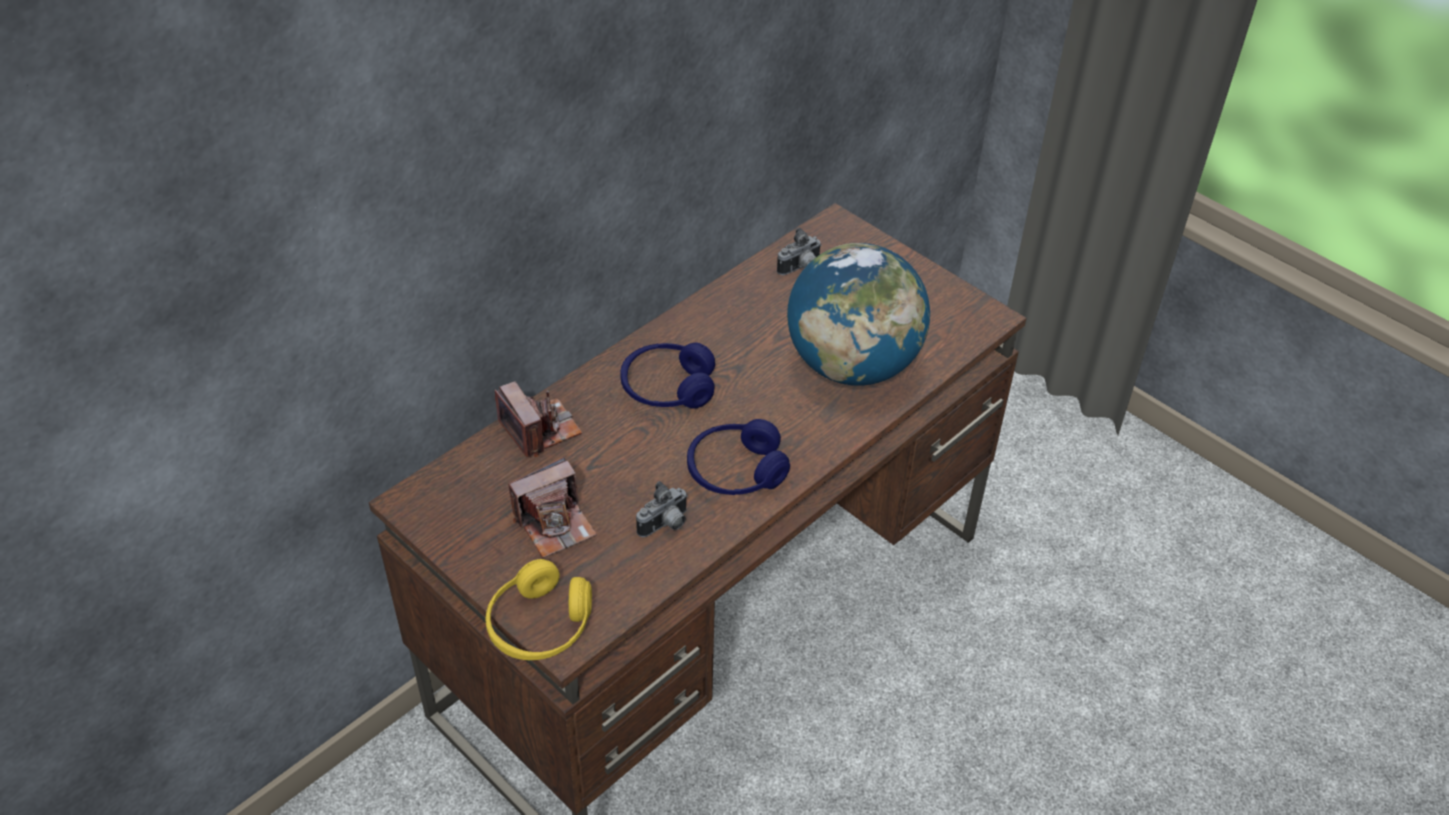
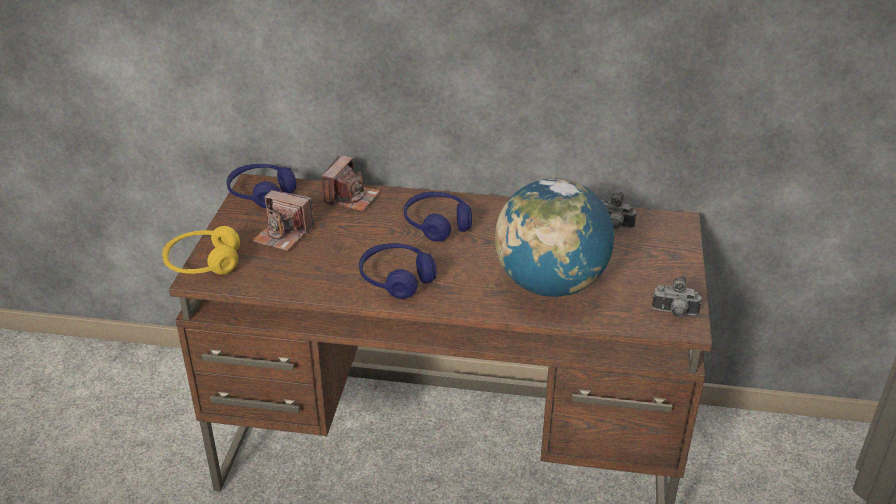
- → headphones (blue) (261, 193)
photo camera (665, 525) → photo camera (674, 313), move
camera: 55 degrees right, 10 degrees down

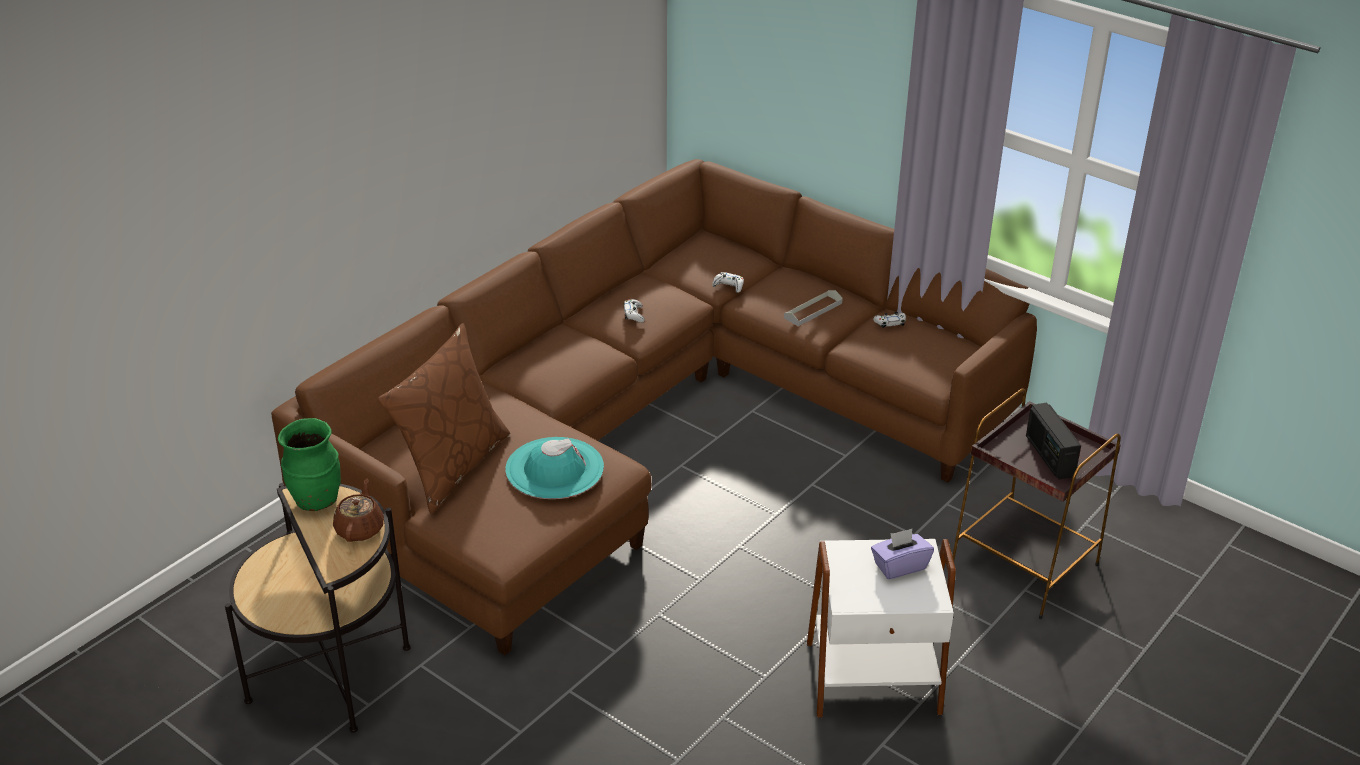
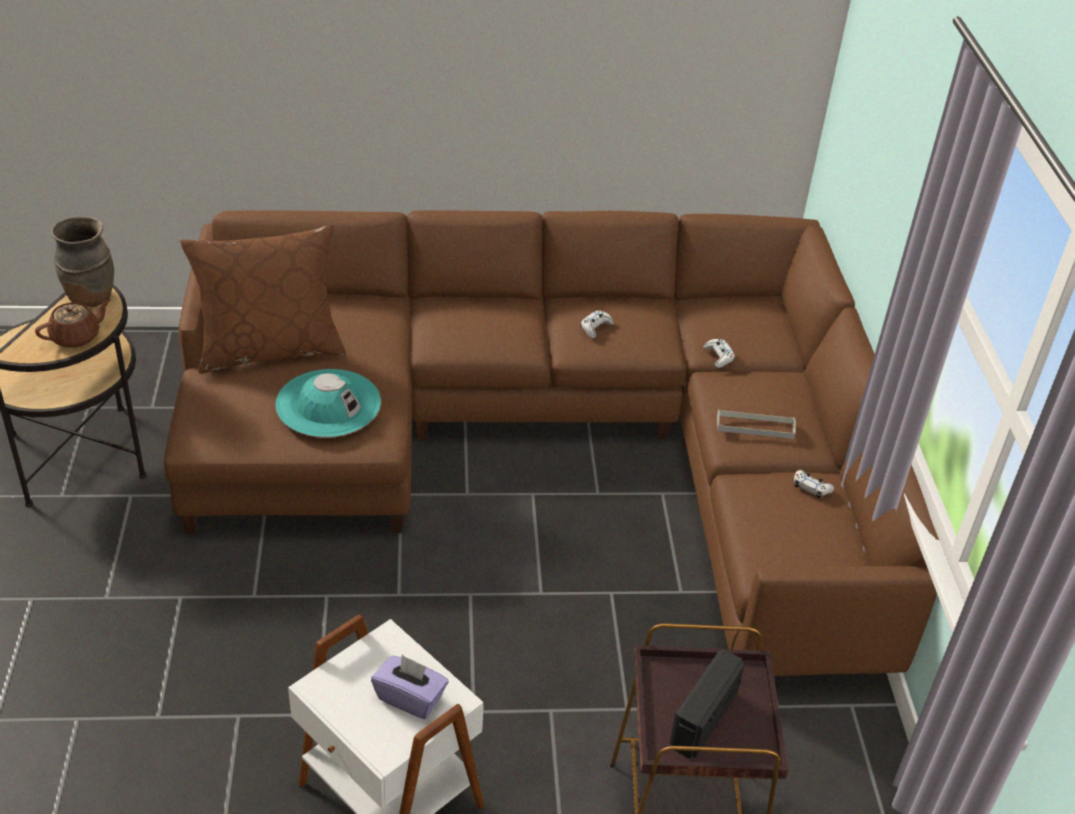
vase (green) (316, 500) → vase (brown) (90, 297)
camera: 45 degrees right, 5 degrees up

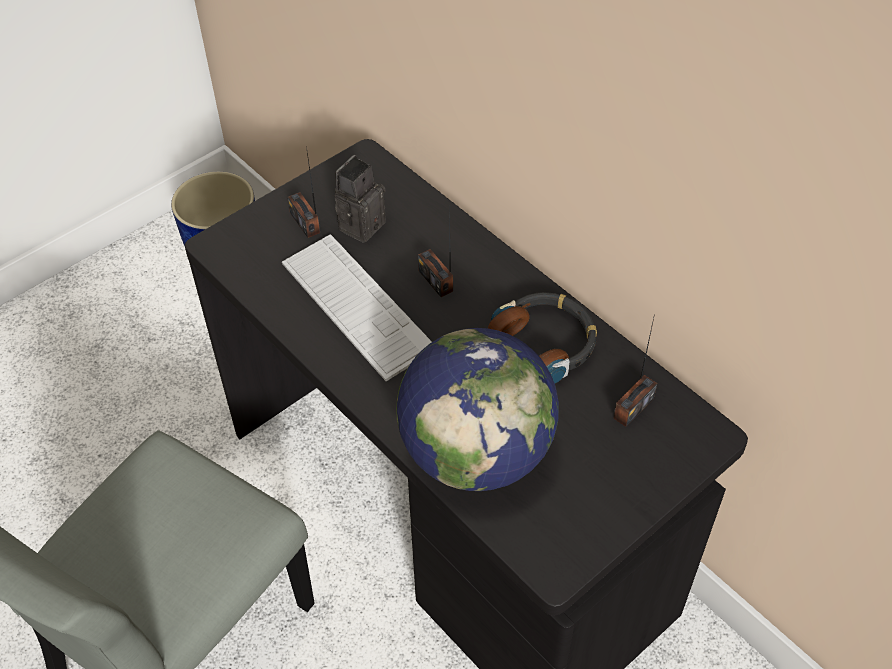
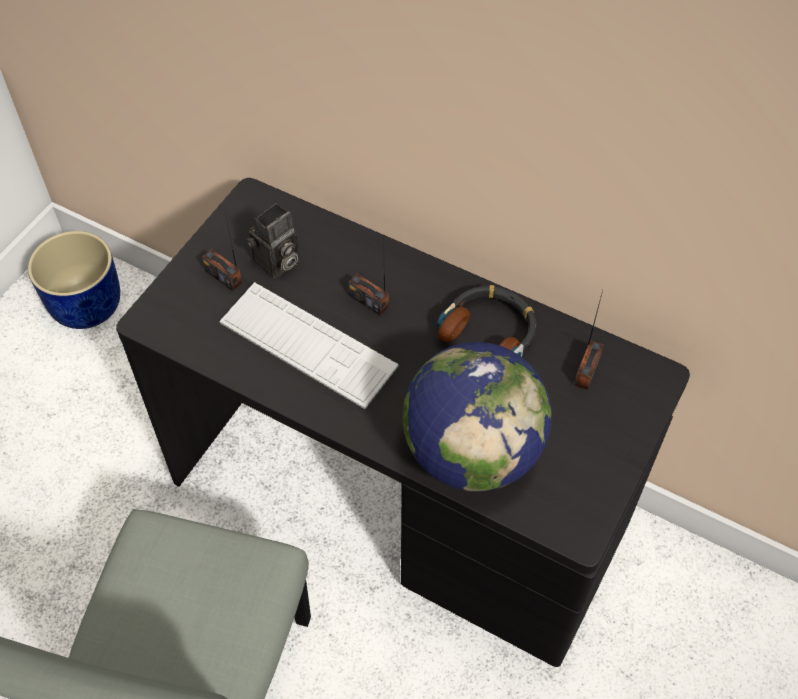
photo camera (361, 223) → photo camera (276, 264), 150 degrees counterclockwise
camera: 20 degrees left, 5 degrees up

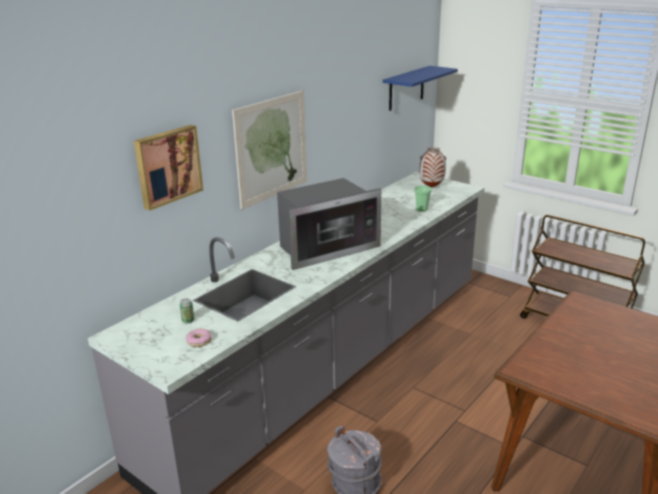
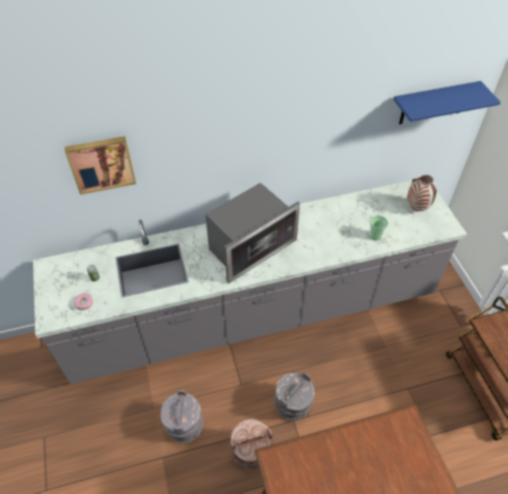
picture (272, 148) → -
- → bucket (brown) (251, 452)
- → bucket (grey) (293, 404)
microwave (325, 248) → microwave (249, 247), 45 degrees counterclockwise
camera: 35 degrees right, 25 degrees up

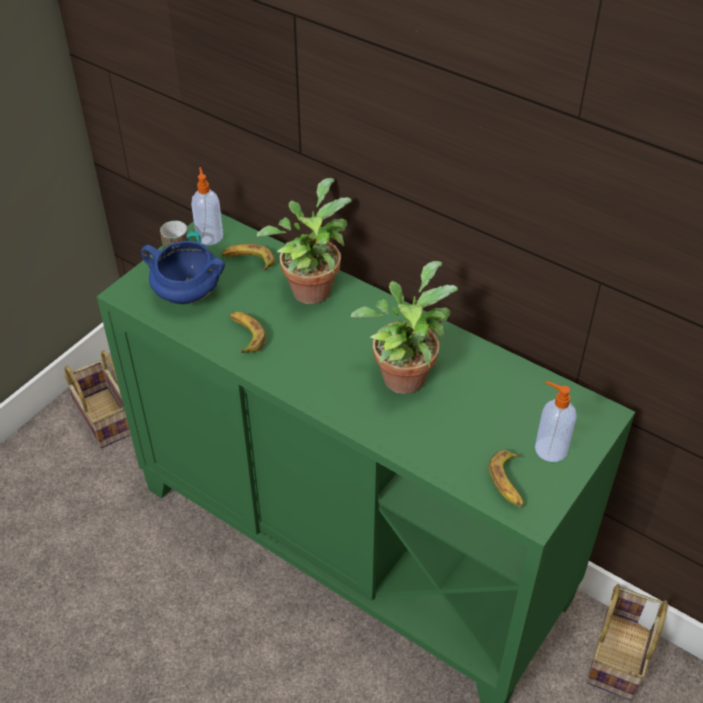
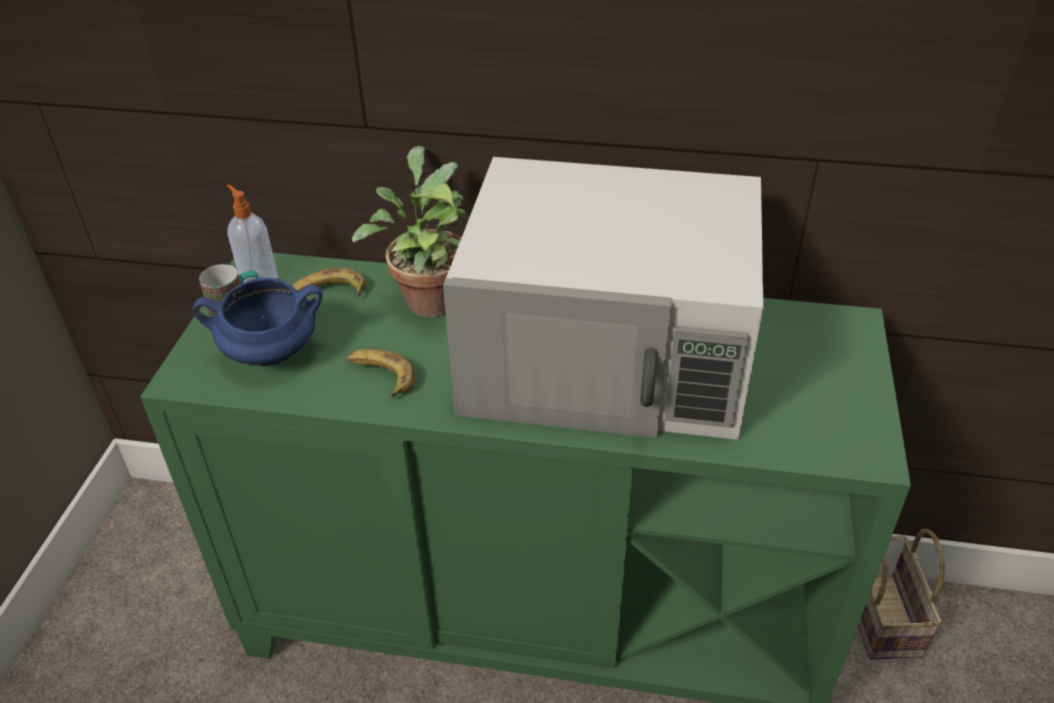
basket (102, 417) → -
banana (509, 483) → -
soap dispenser (549, 449) → -
potted plant (404, 374) → microwave (white) (608, 355)
camera: 25 degrees left, 5 degrees down

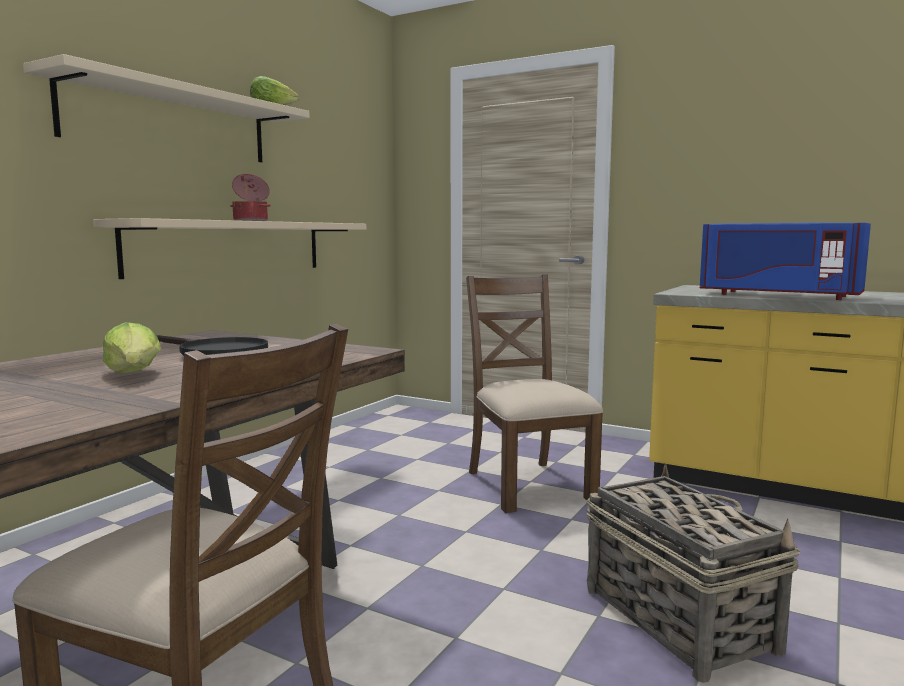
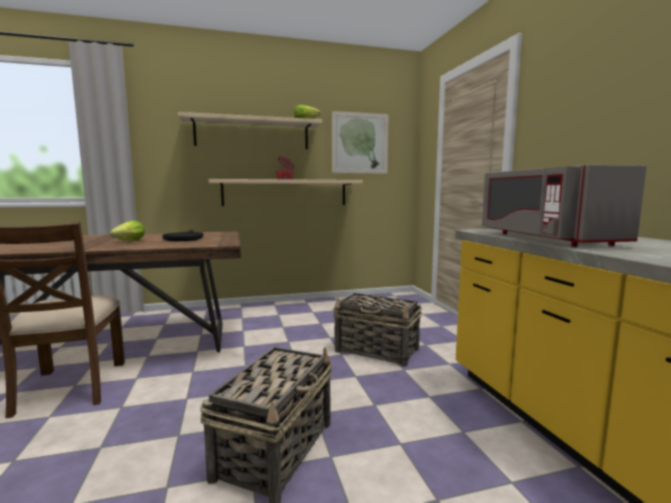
- → picture (360, 143)
chair (brown) (527, 485) → basket (377, 350)
microwave (blue) (777, 295) → microwave (grey) (544, 238)
camera: 45 degrees right, 0 degrees up

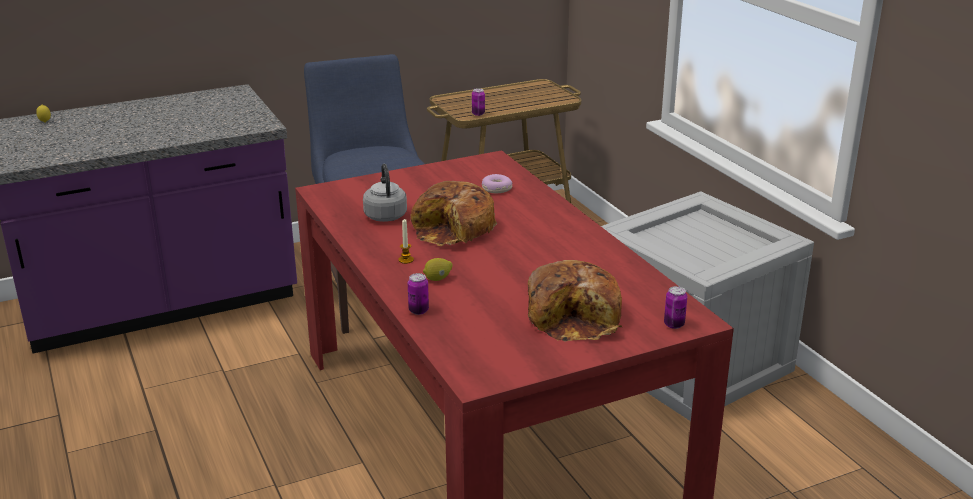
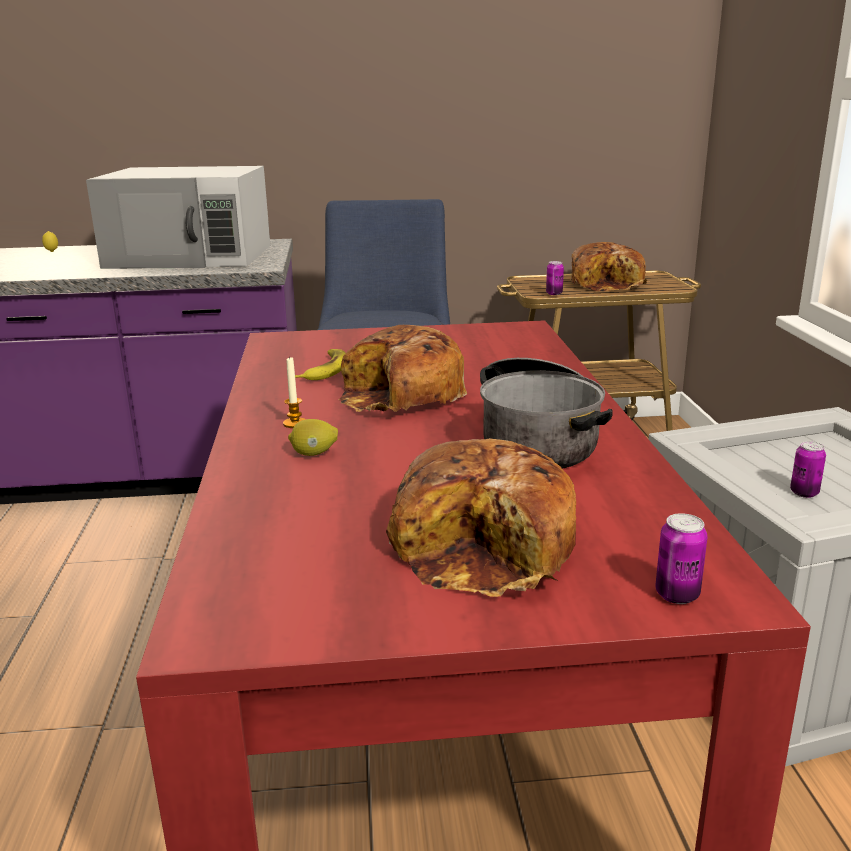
donut (496, 189) → -
- → microwave (white) (191, 256)
- → cooking pot (538, 439)
- → bread (608, 283)
can (418, 310) → can (804, 493), move
kettle (grey) (385, 215) → banana (325, 370)
camera: 20 degrees right, 5 degrees down

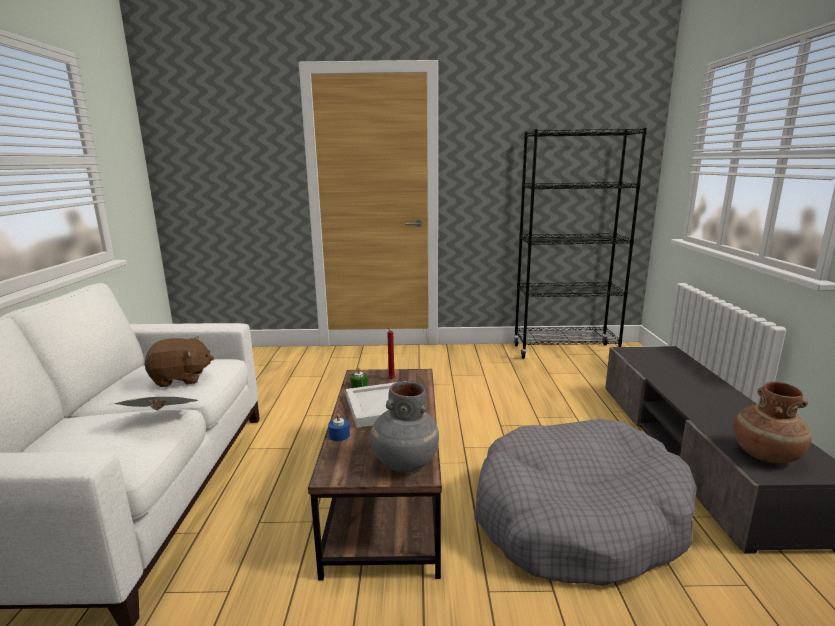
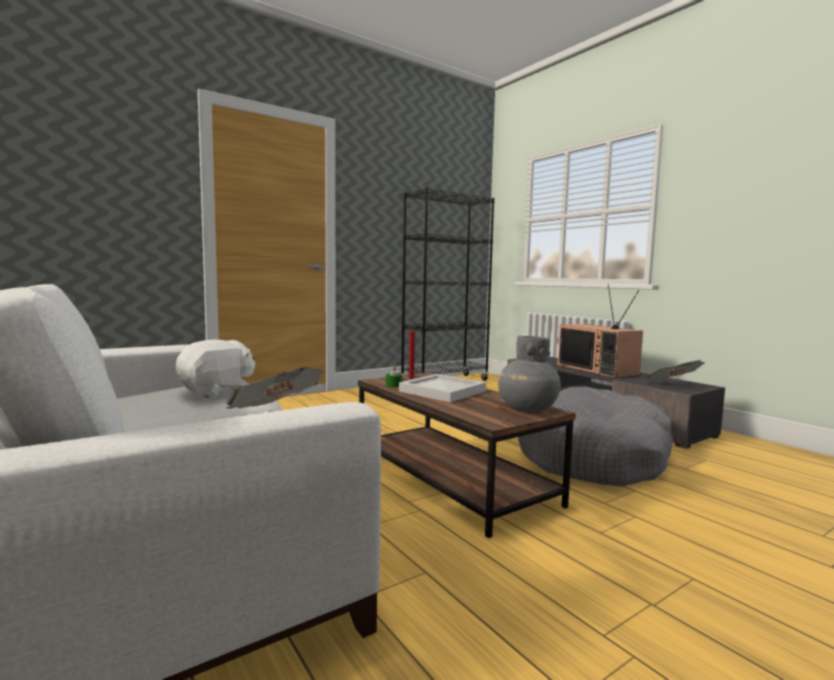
candle (blue) (339, 435) → -
- → television (598, 370)
vase (brown) (765, 454) → newspaper (671, 385)
plush toy (brown) (181, 379) → plush toy (white) (218, 391)
camera: 35 degrees left, 10 degrees down

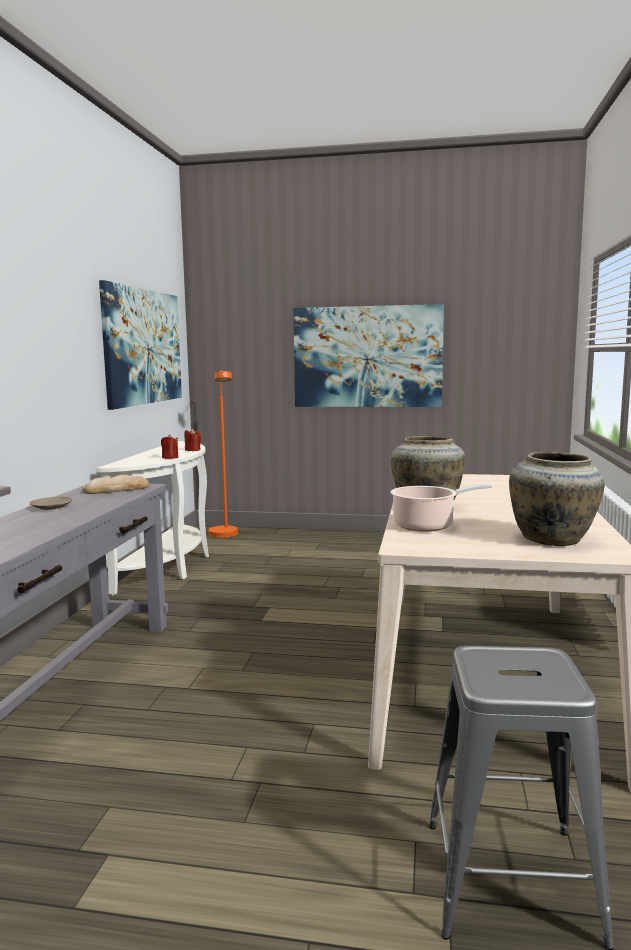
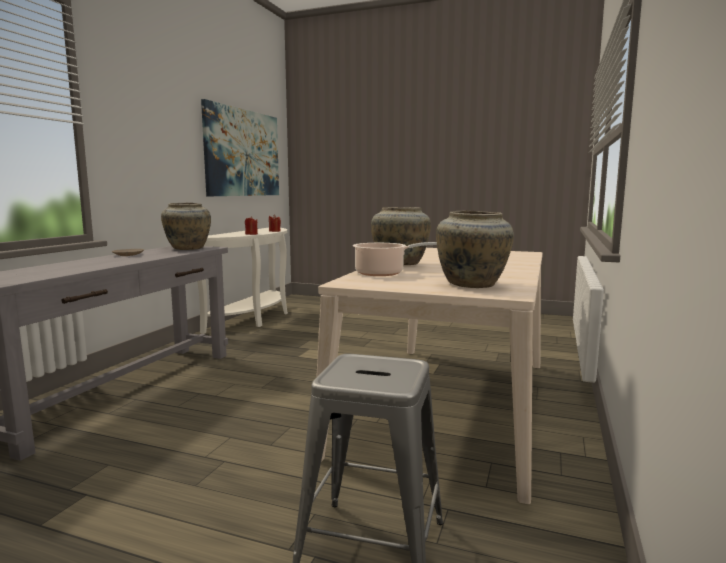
floor lamp (orange) (225, 536) → -
picture (367, 357) → -
bread (116, 489) → vase (beige) (187, 248)
camera: 10 degrees right, 0 degrees up

